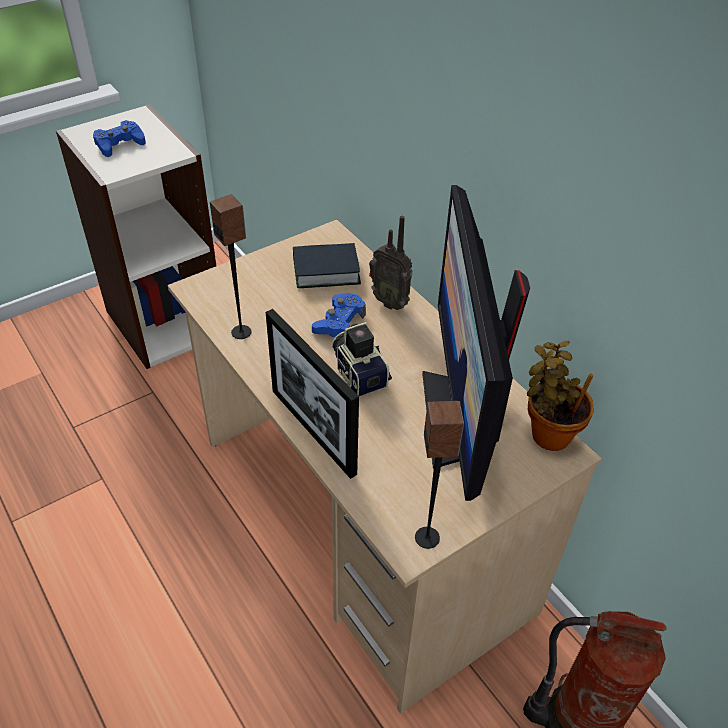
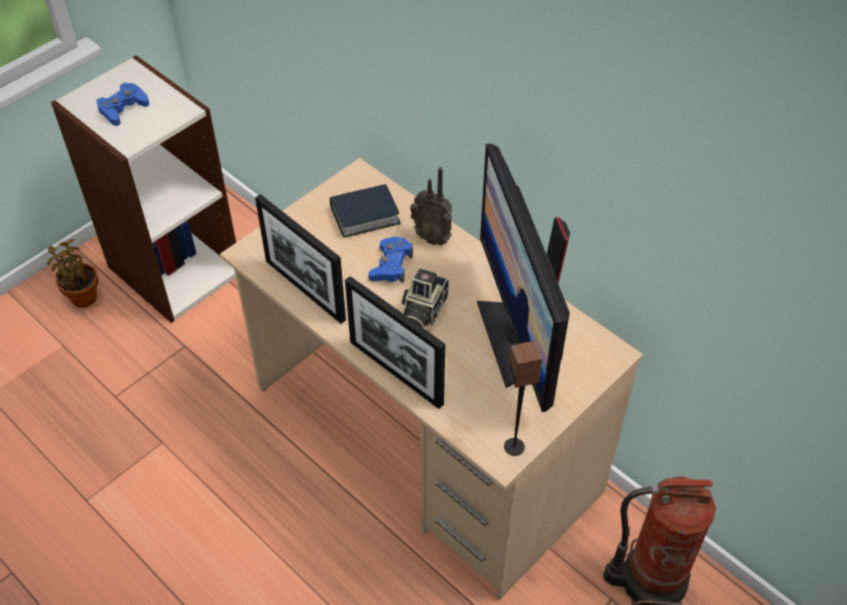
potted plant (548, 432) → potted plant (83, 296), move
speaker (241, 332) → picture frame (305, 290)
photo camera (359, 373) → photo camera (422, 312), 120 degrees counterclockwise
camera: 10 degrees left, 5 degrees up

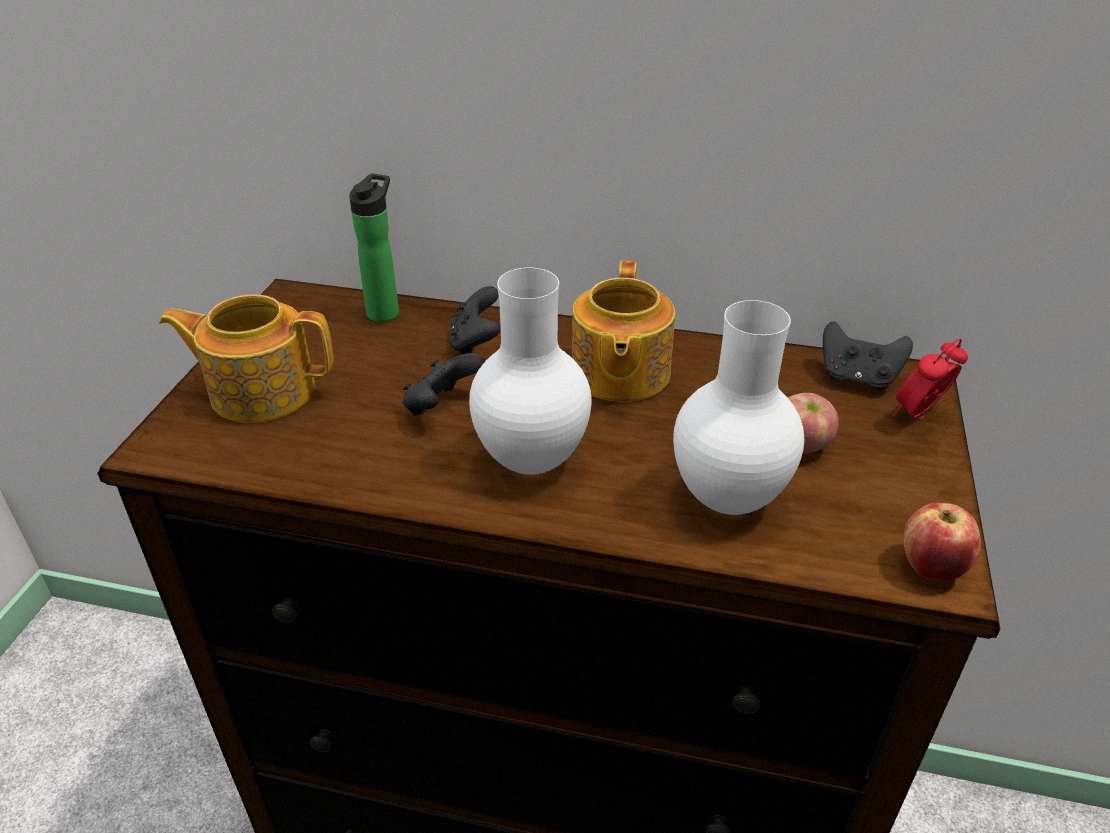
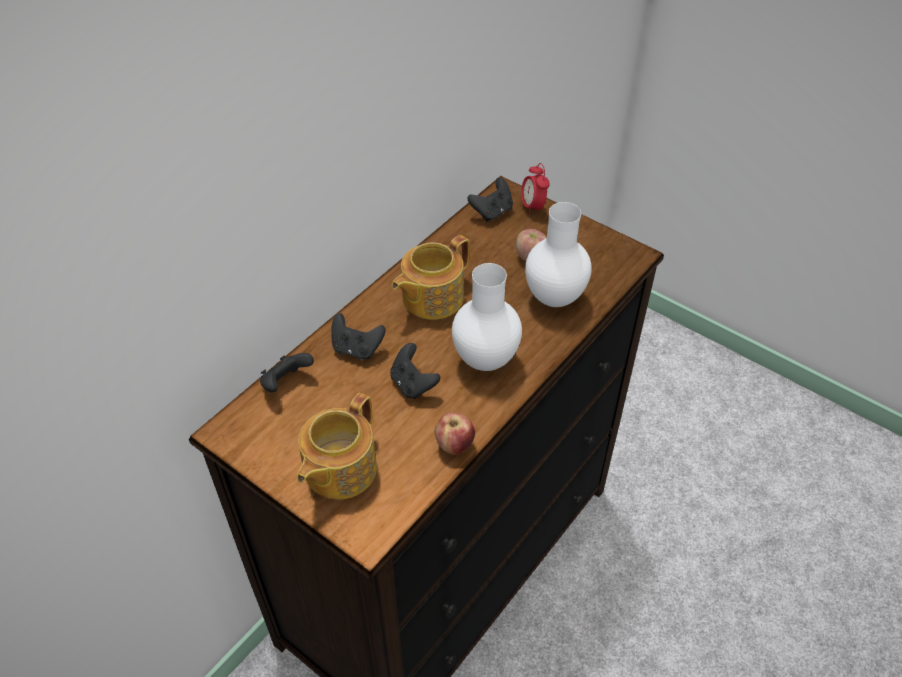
apple (932, 567) → apple (454, 445), move
bottle (385, 311) → game controller (black) (286, 383)
teapot (618, 374) → teapot (431, 298), 105 degrees clockwise
camera: 65 degrees left, 10 degrees up

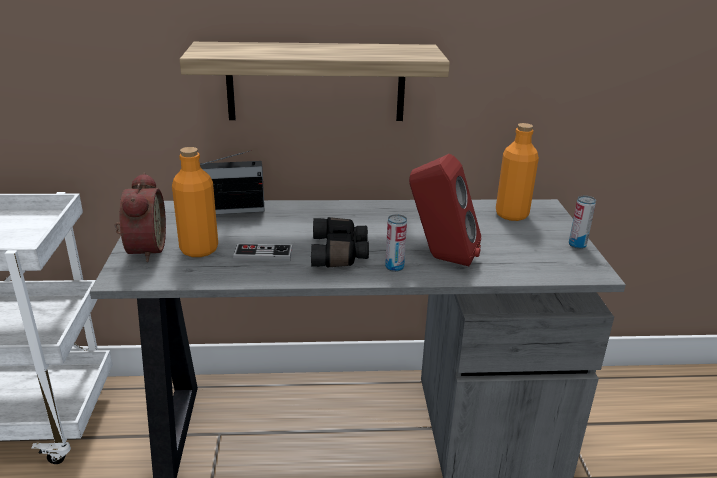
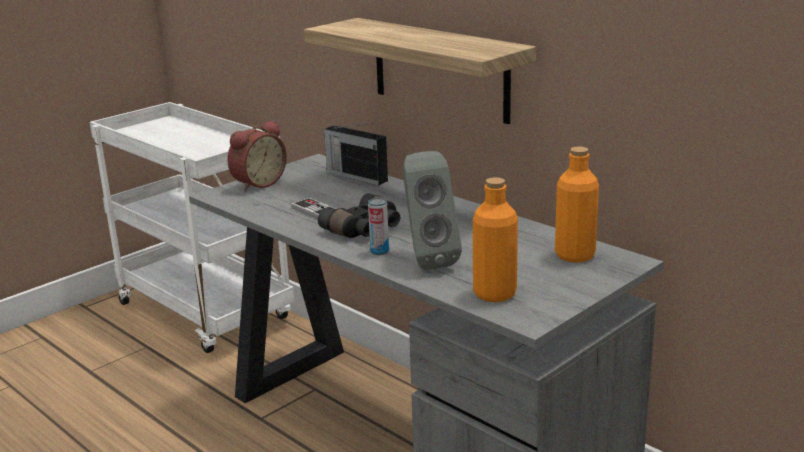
can (577, 245) → -
bottle (orange) (199, 249) → bottle (orange) (494, 294), move
speaker (red) (440, 258) → speaker (grey) (426, 260)
camera: 50 degrees right, 5 degrees down

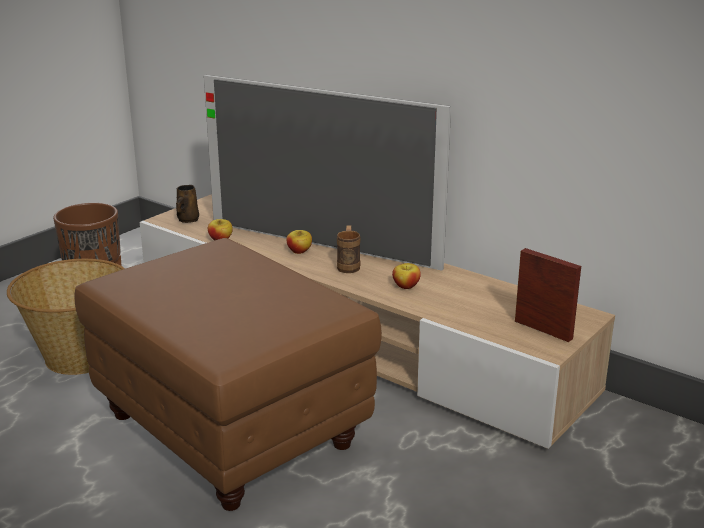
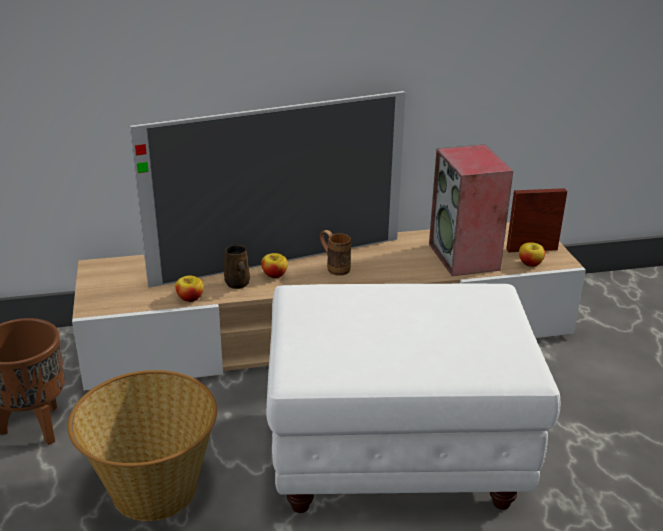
- → speaker (465, 257)
mug (brown) (187, 220) → mug (brown) (238, 284), move
apple (406, 286) → apple (530, 263), move
ottoman (brown) (229, 431) → ottoman (white) (395, 457)
camera: 50 degrees left, 5 degrees up

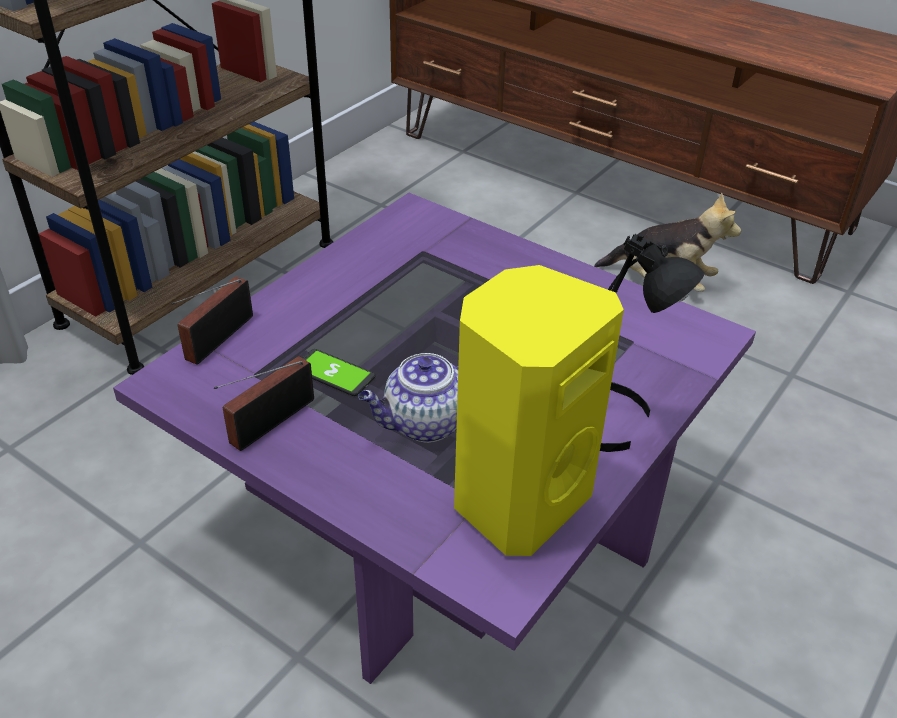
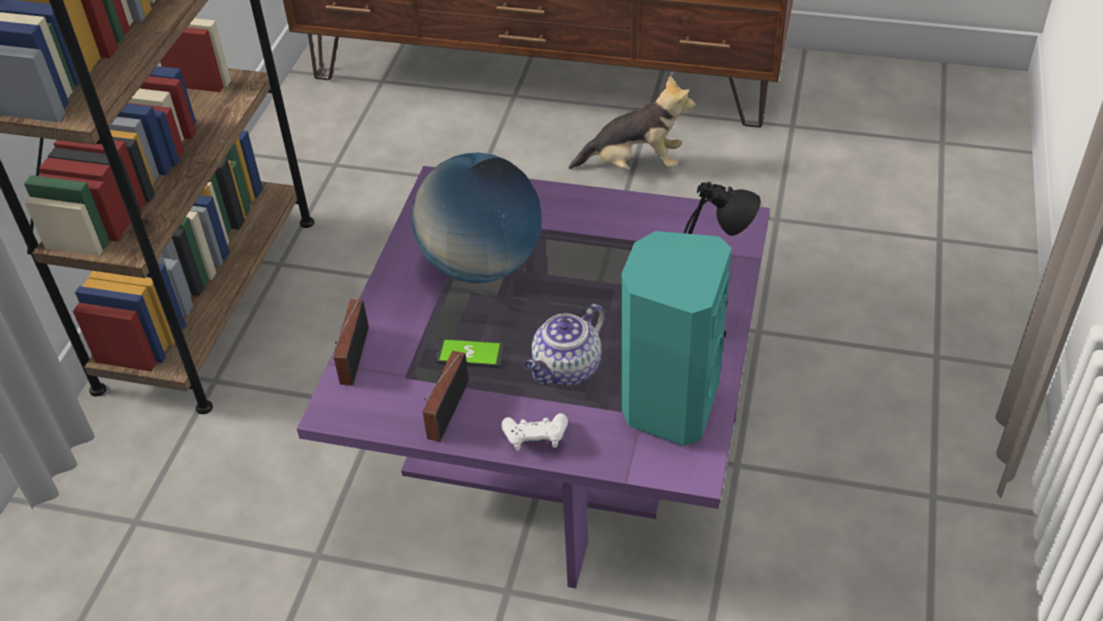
- → globe (481, 265)
- → game controller (white) (535, 439)
speaker (yellow) (517, 500) → speaker (turquoise) (668, 403)
camera: 20 degrees left, 5 degrees up

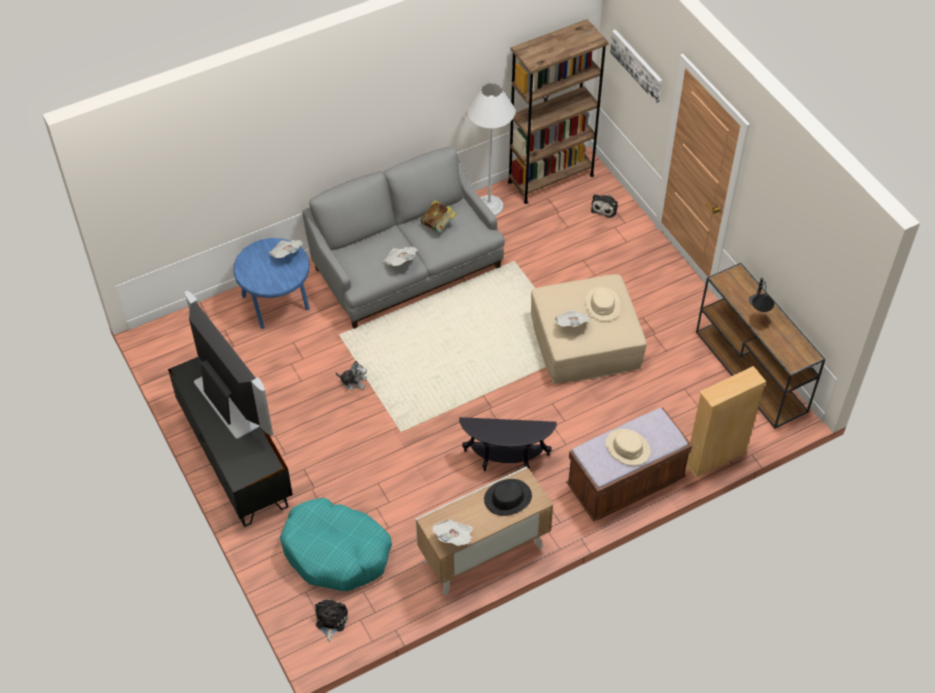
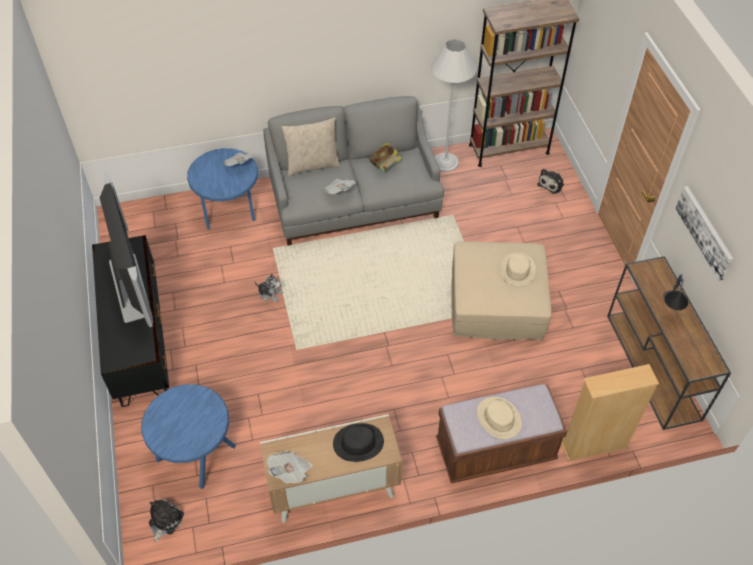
side table (black) (506, 461) → -
newspaper (571, 324) → -
- → pillow (beige) (312, 165)
picture (637, 65) → picture (705, 232), move
dog bed (turquoise) (336, 552) → side table (blue) (195, 452)
camera: 15 degrees right, 0 degrees up

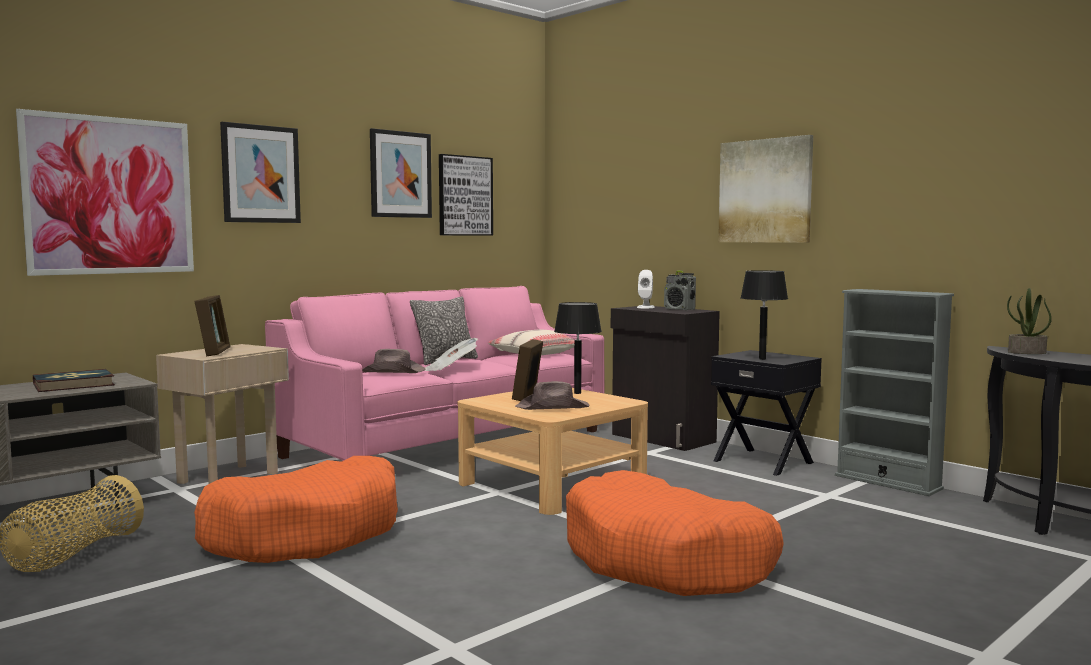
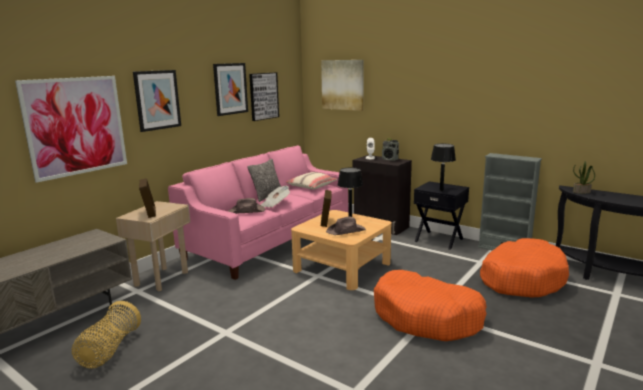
book (73, 384) → -
dog bed (orange) (306, 533) → dog bed (orange) (521, 278), move
picture (765, 191) → picture (342, 85), move
camera: 10 degrees left, 10 degrees up

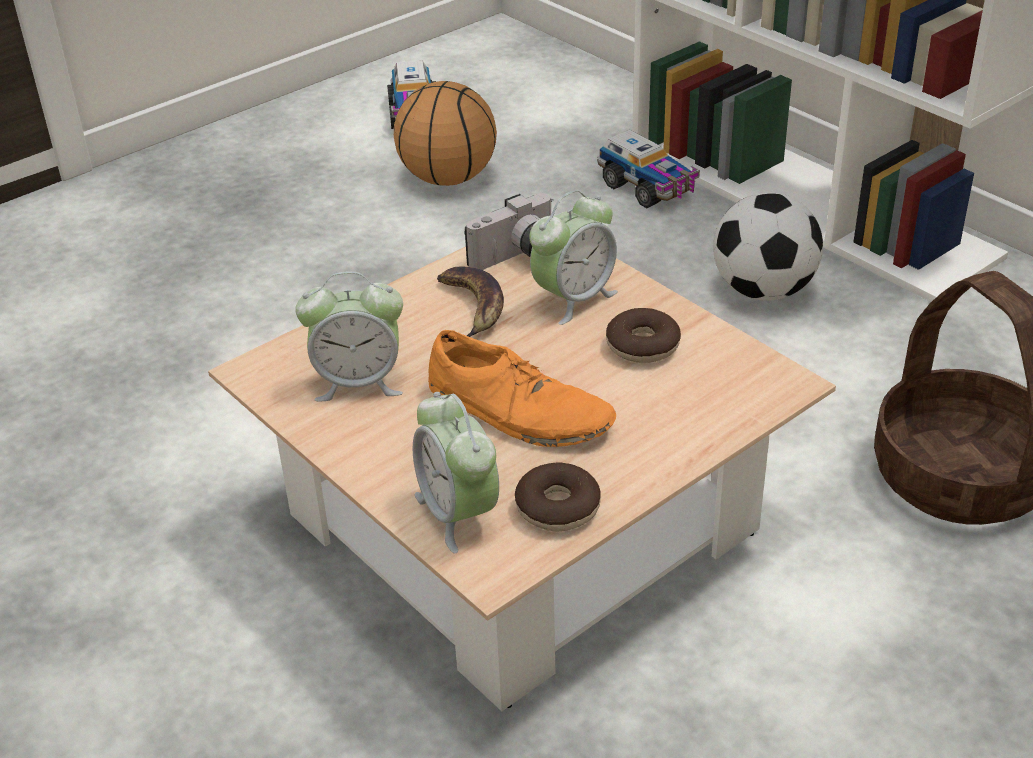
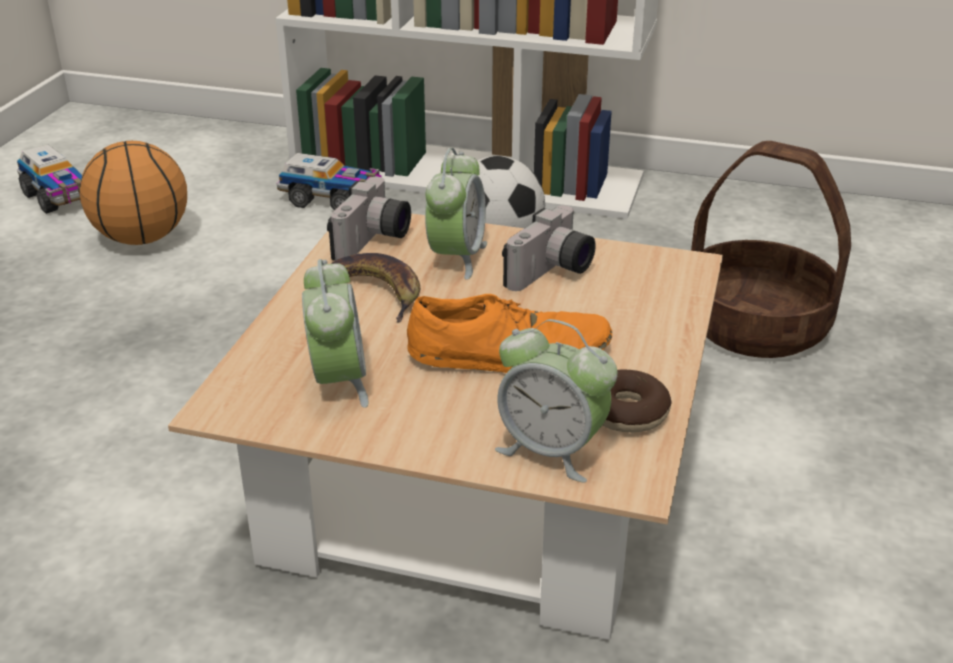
donut (642, 346) → photo camera (552, 273)
alarm clock (358, 382) → alarm clock (338, 382), 60 degrees counterclockwise
camera: 35 degrees left, 5 degrees down

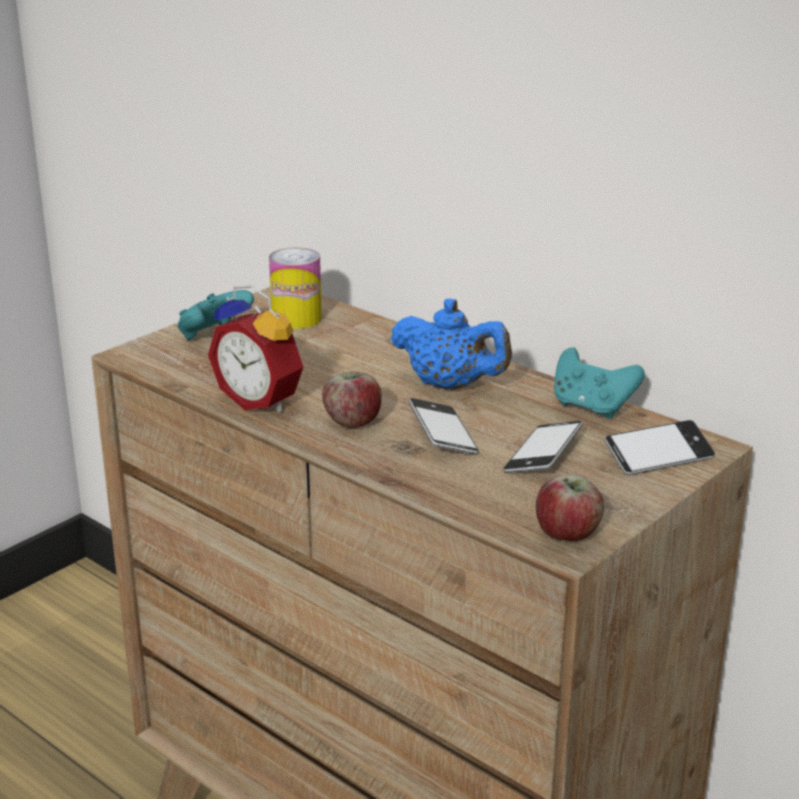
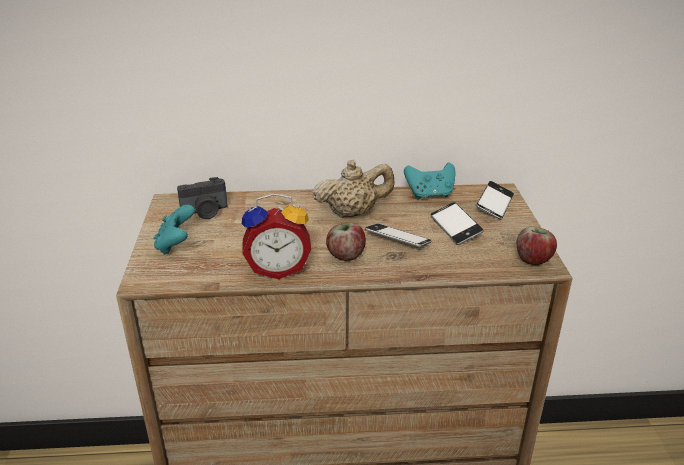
can (296, 318) → photo camera (205, 212)
teapot (blue) (450, 385) → teapot (beige) (353, 213)
camera: 45 degrees left, 5 degrees up

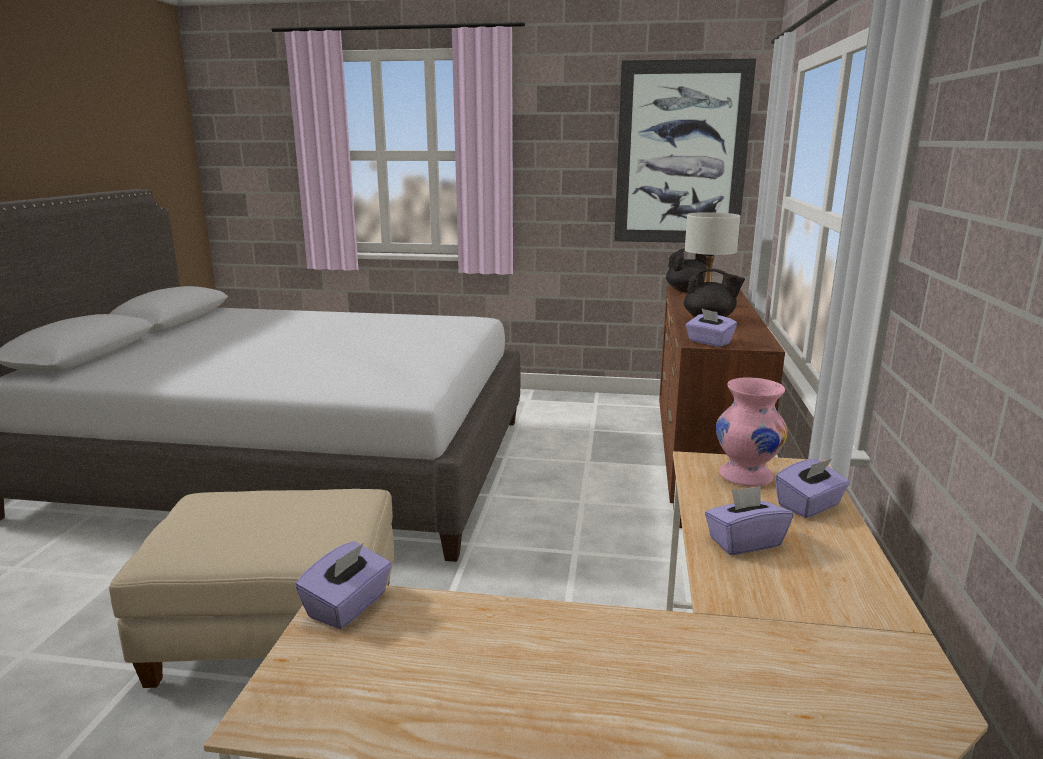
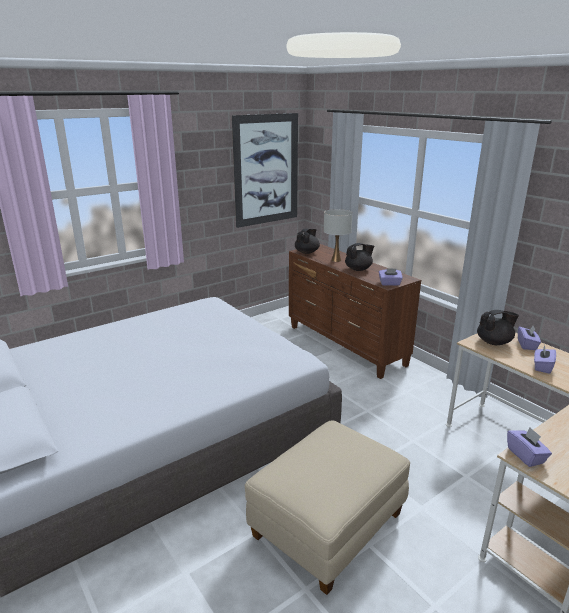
vase (pink) (746, 476) → teapot (black) (494, 342)
camera: 45 degrees left, 5 degrees up

